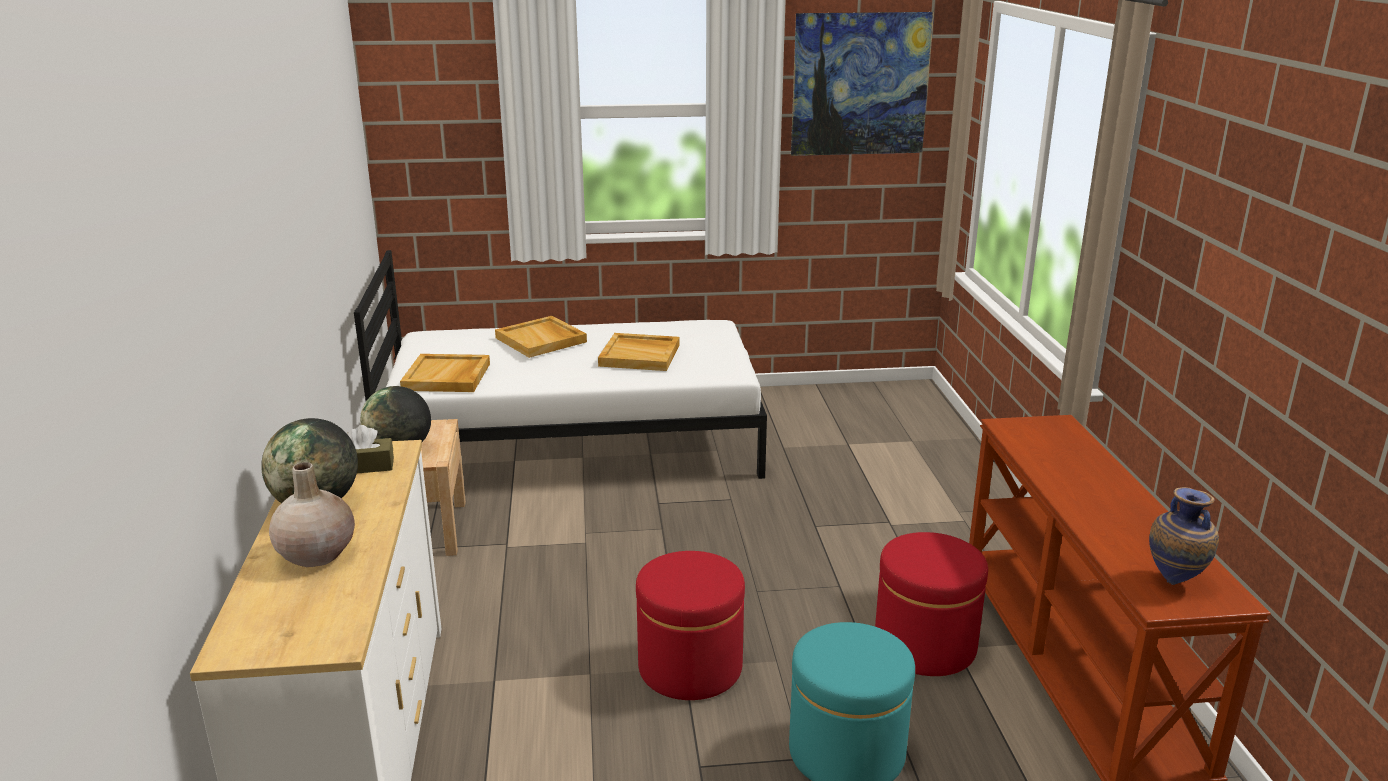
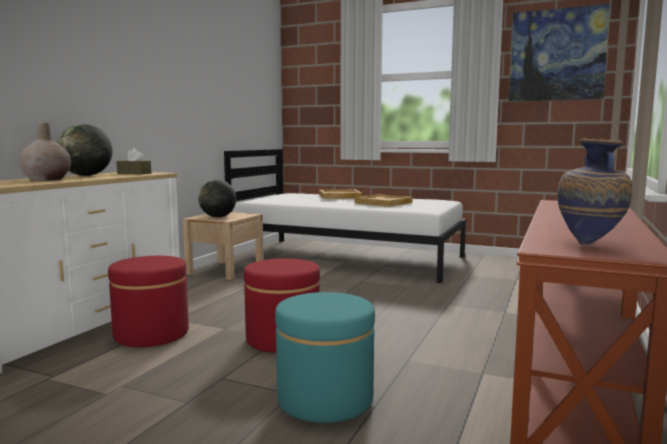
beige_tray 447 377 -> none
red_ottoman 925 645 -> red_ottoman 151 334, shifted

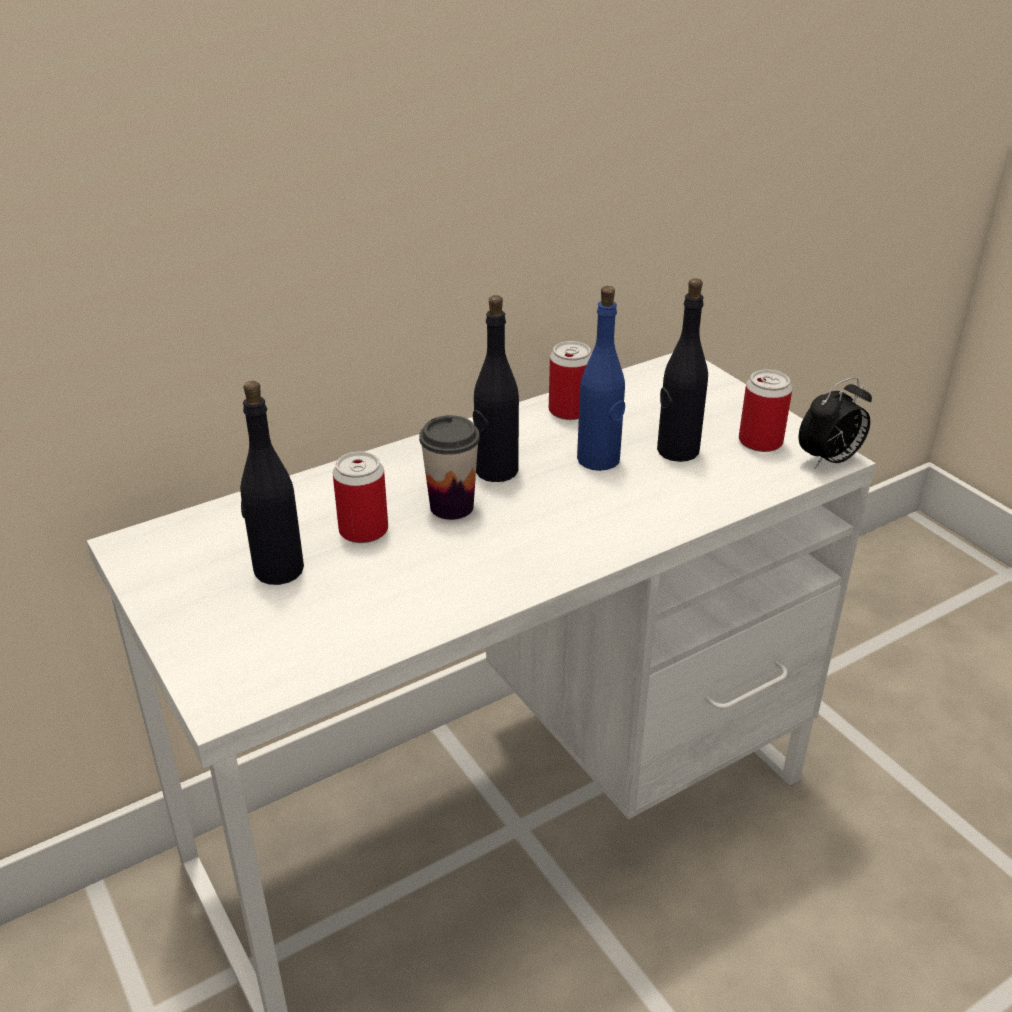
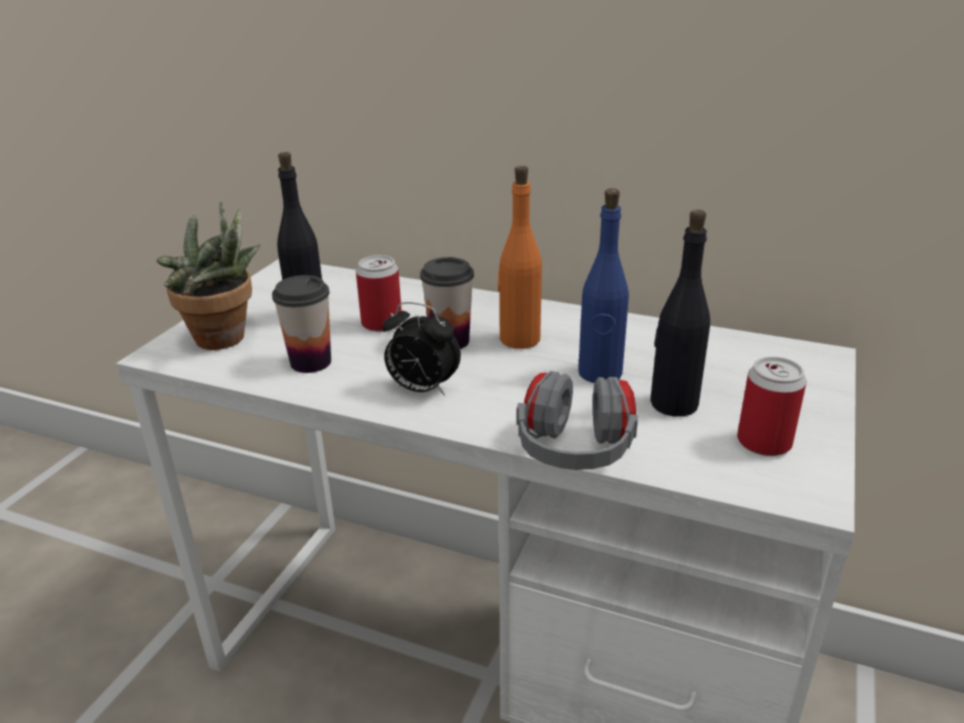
can 569 411 -> none
none -> potted_plant 227 340
none -> cup 311 362
none -> grey_headphones 575 454
alarm_clock 829 460 -> alarm_clock 422 389, shifted
black_bottle 496 471 -> orange_bottle 519 339

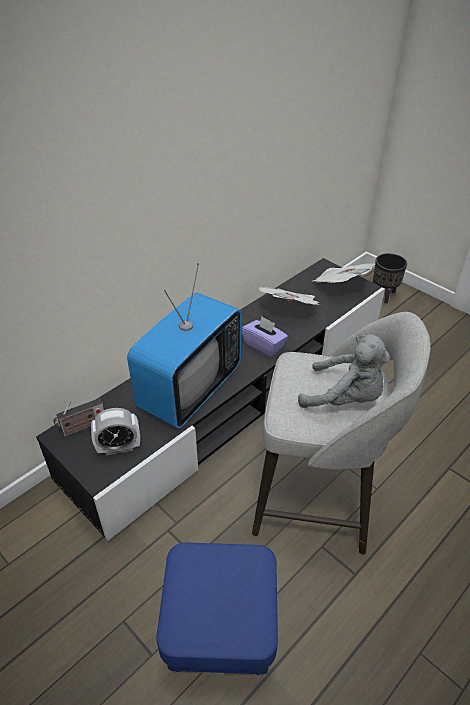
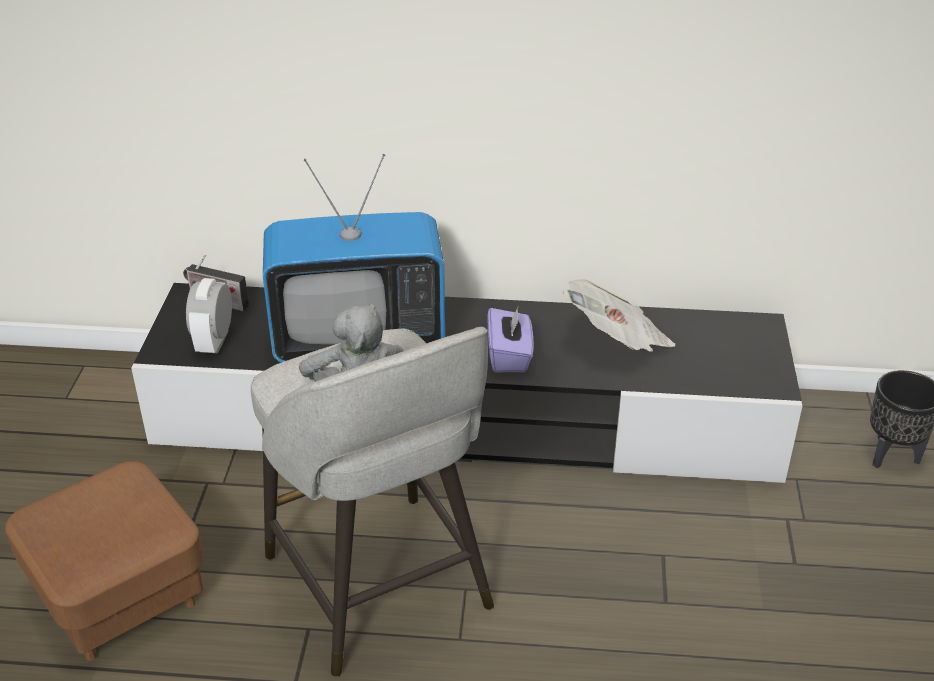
newspaper 340 285 -> none
blue_ottoman 220 627 -> brown_ottoman 119 596
alarm_clock 119 447 -> alarm_clock 214 341, 60 degrees clockwise

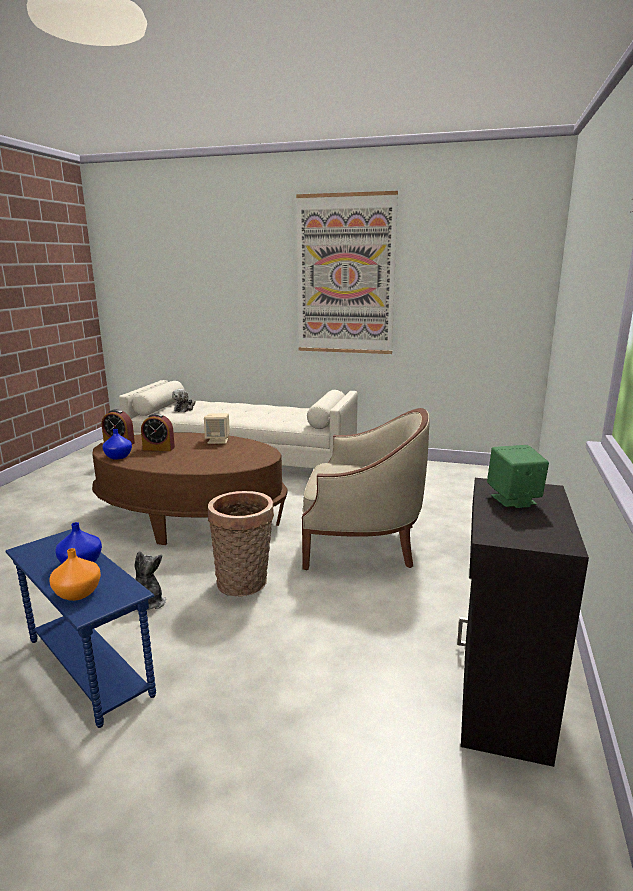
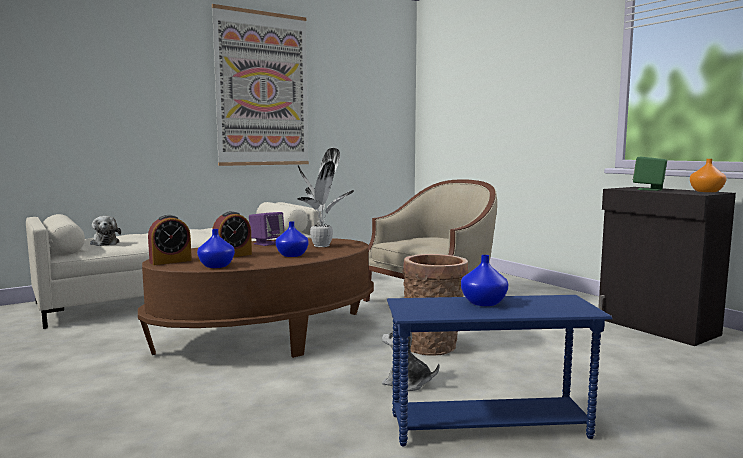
none -> blue_vase 292 255
none -> potted_plant 322 245
orange_vase 77 594 -> orange_vase 707 191, shifted
beige_speaker 218 441 -> purple_speaker 267 243

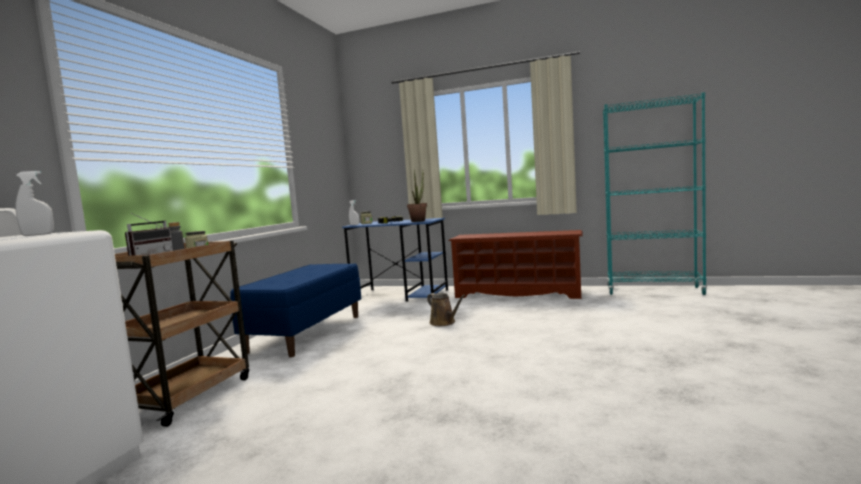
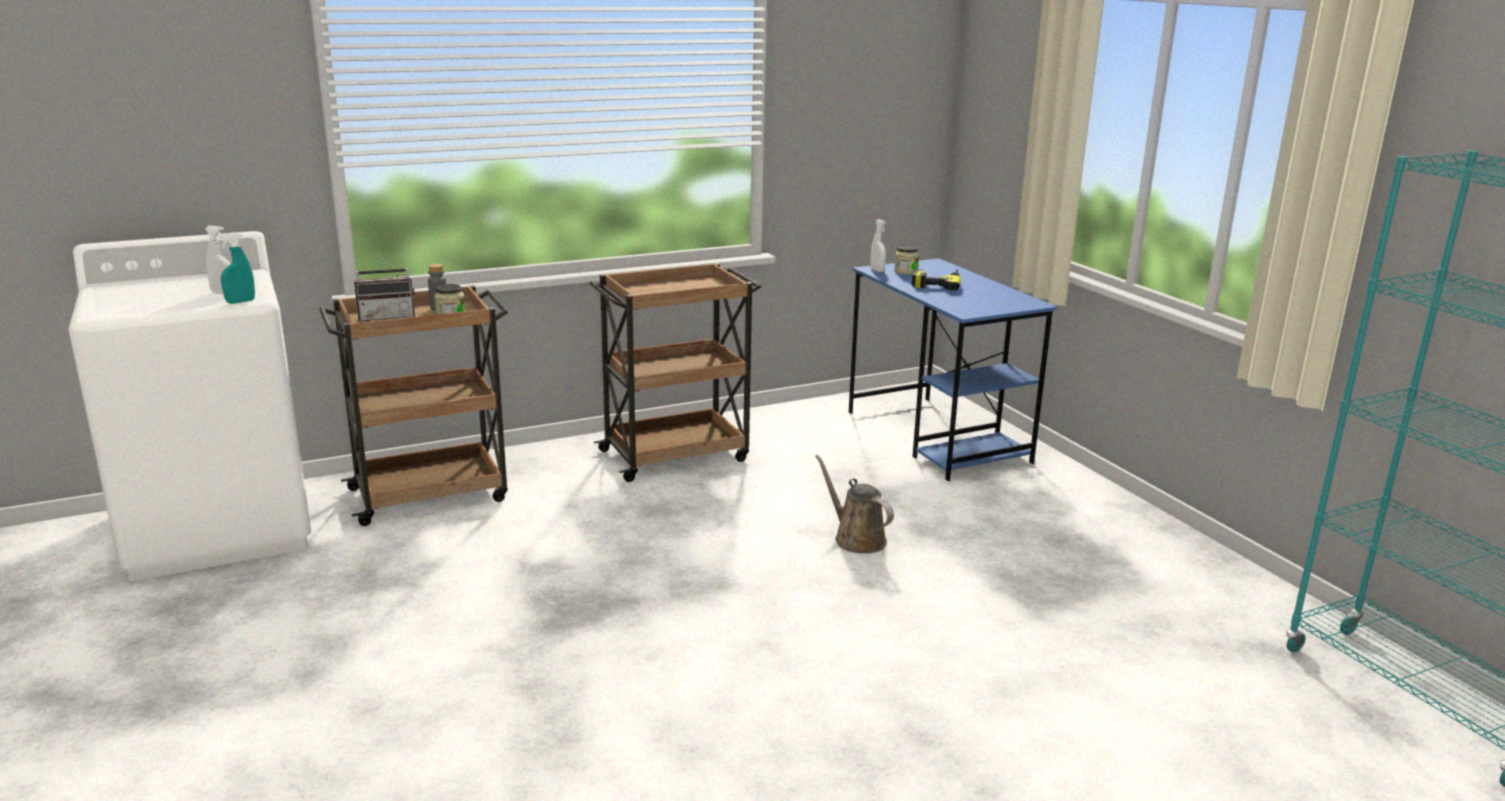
potted_plant 419 220 -> none
brown_shoe_rack 518 293 -> none
none -> turquoise_spray_bottle 240 301
blue_bench 306 333 -> brown_cart 676 455
brown_watering_can 444 323 -> brown_watering_can 856 538, 135 degrees clockwise

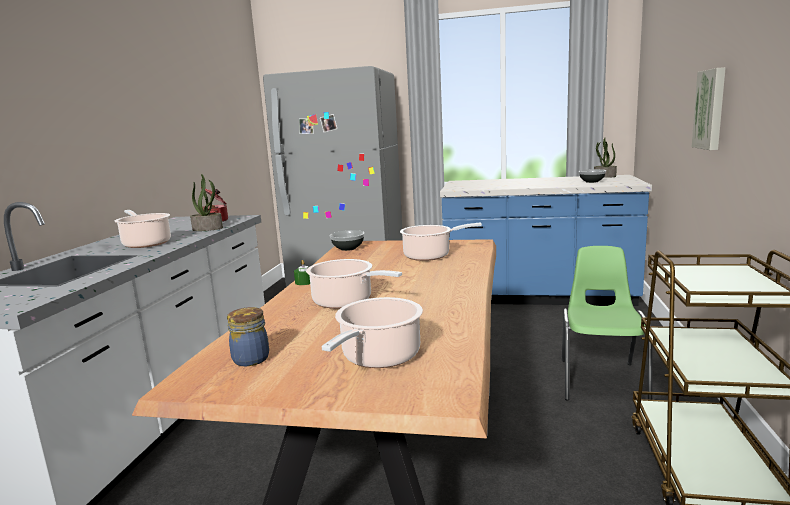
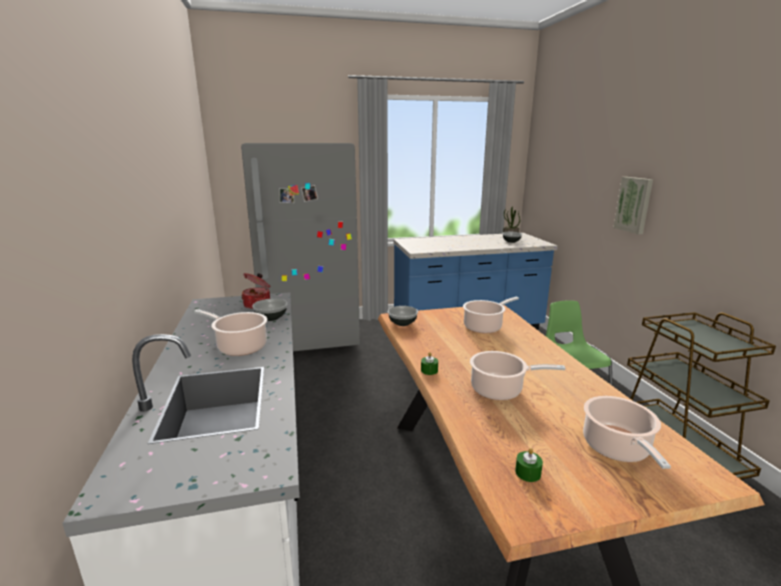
potted_plant 208 229 -> bowl 271 317
jar 249 359 -> green_candle 528 473

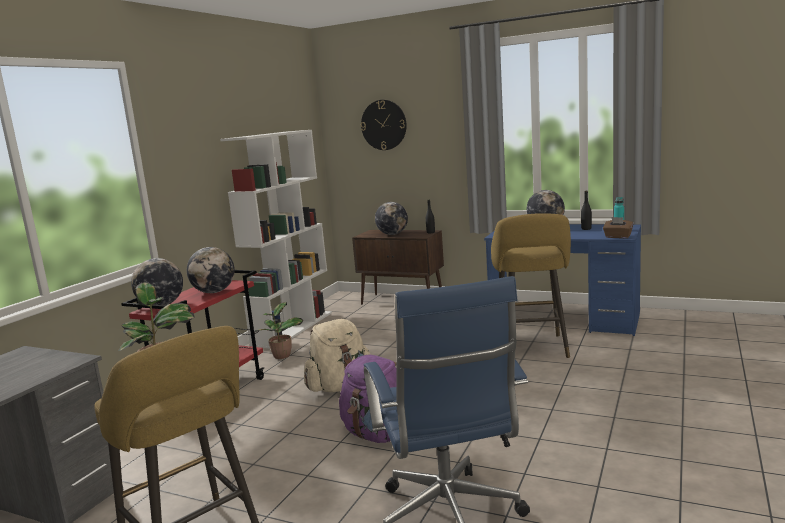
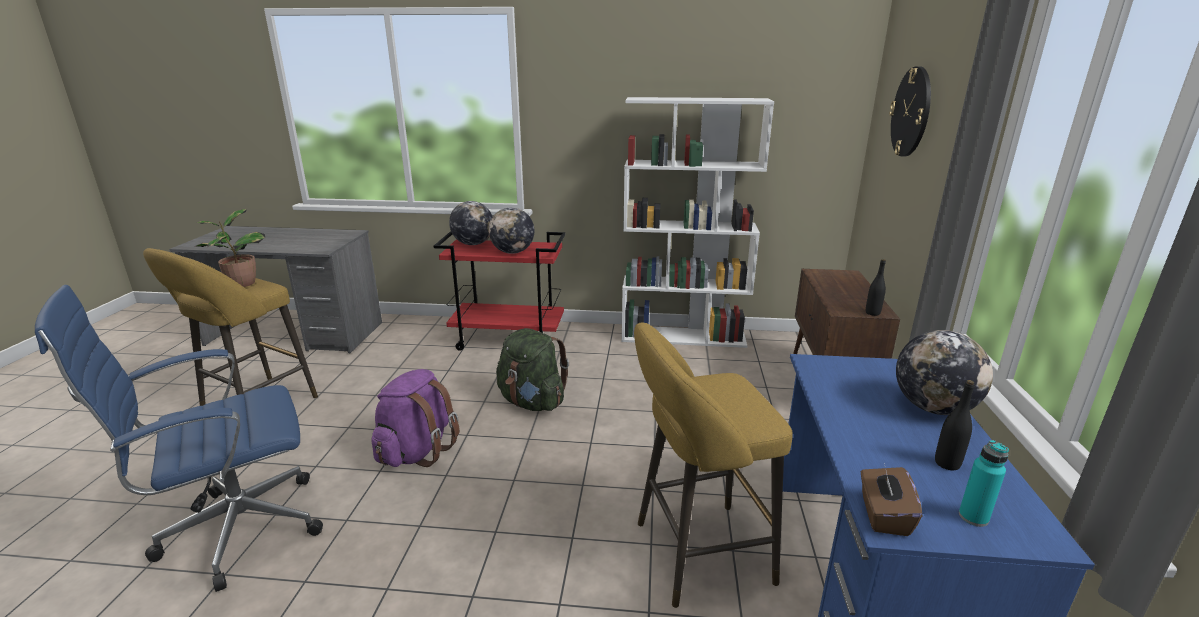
potted_plant 281 356 -> none
globe 392 234 -> none
beige_backpack 340 386 -> green_backpack 532 402

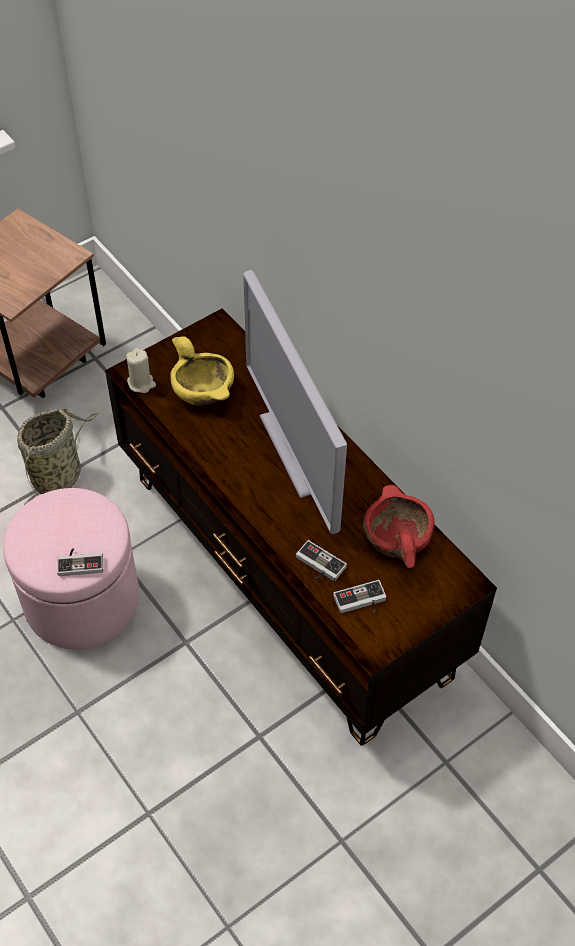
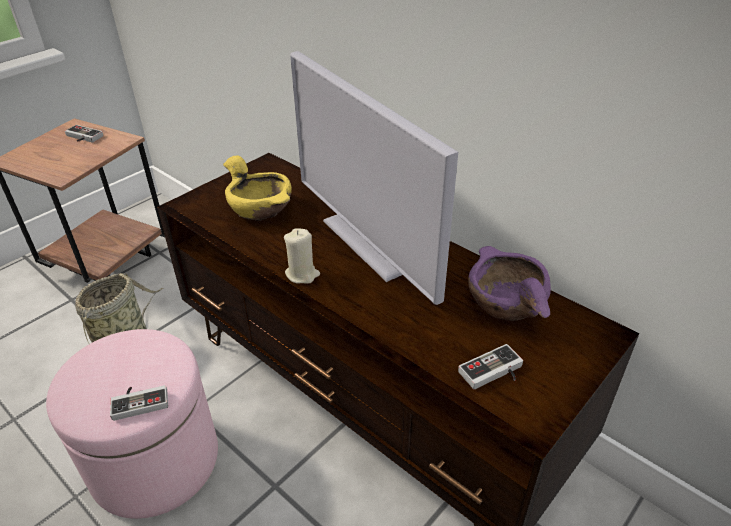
beige_candle 141 383 -> beige_candle 302 274, shifted
game_controller 318 566 -> game_controller 82 137, shifted
red_bowl 396 538 -> purple_bowl 505 302

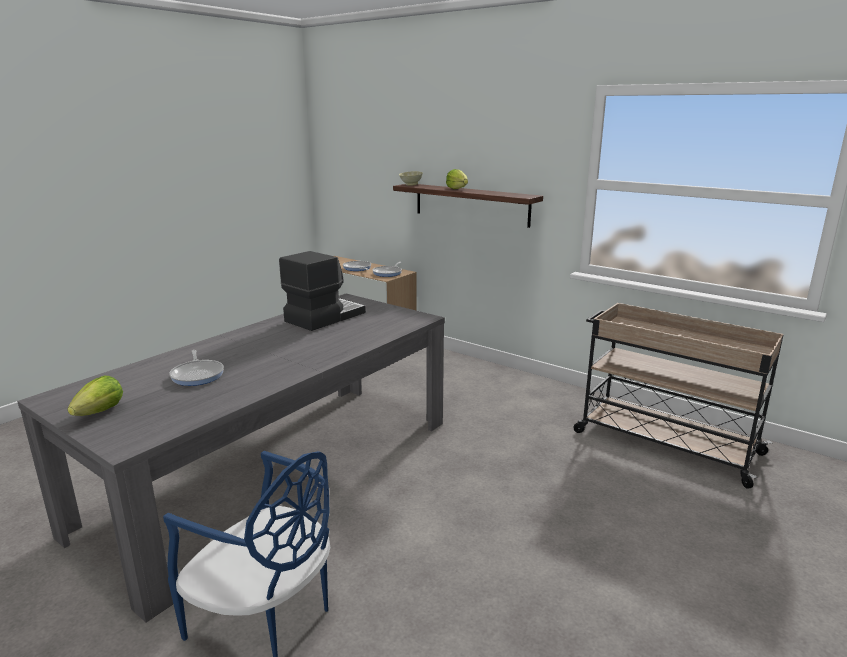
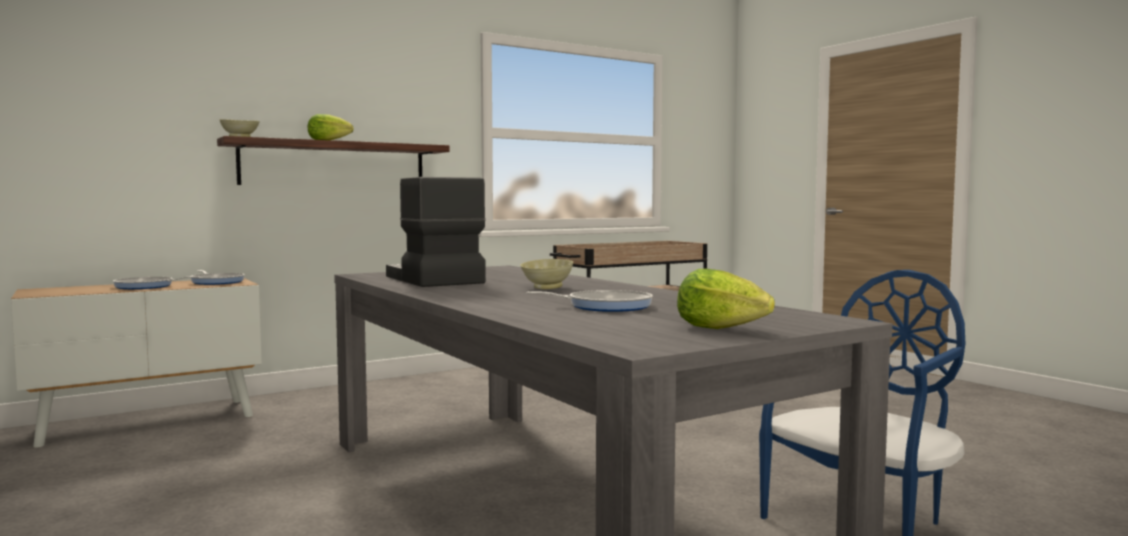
none -> beige_bowl 546 288

